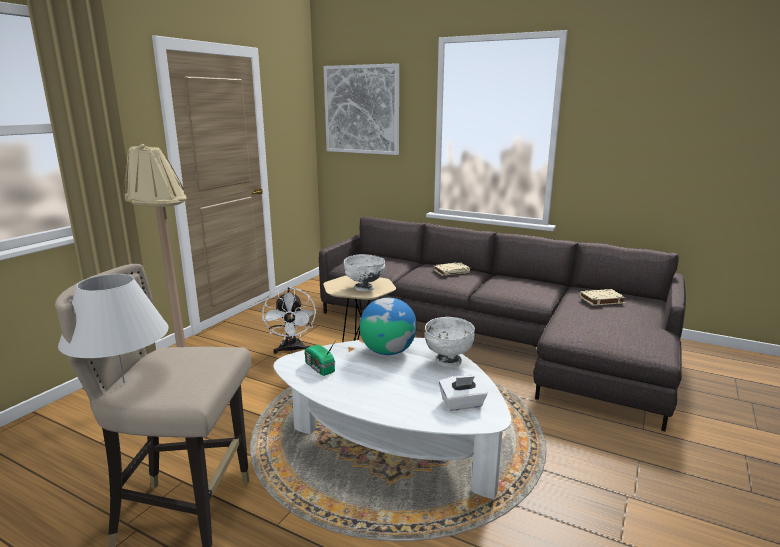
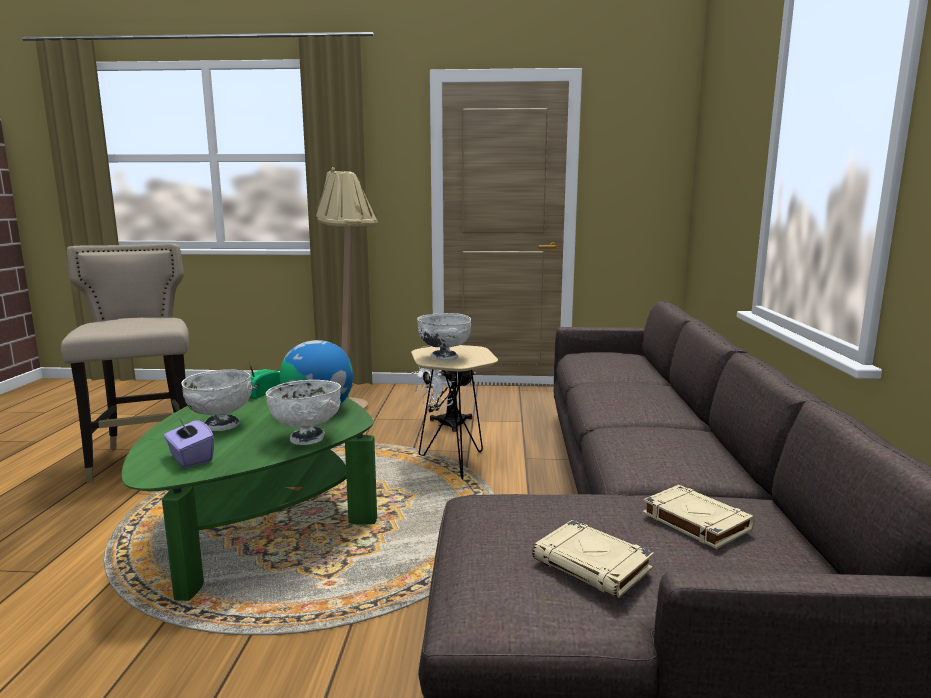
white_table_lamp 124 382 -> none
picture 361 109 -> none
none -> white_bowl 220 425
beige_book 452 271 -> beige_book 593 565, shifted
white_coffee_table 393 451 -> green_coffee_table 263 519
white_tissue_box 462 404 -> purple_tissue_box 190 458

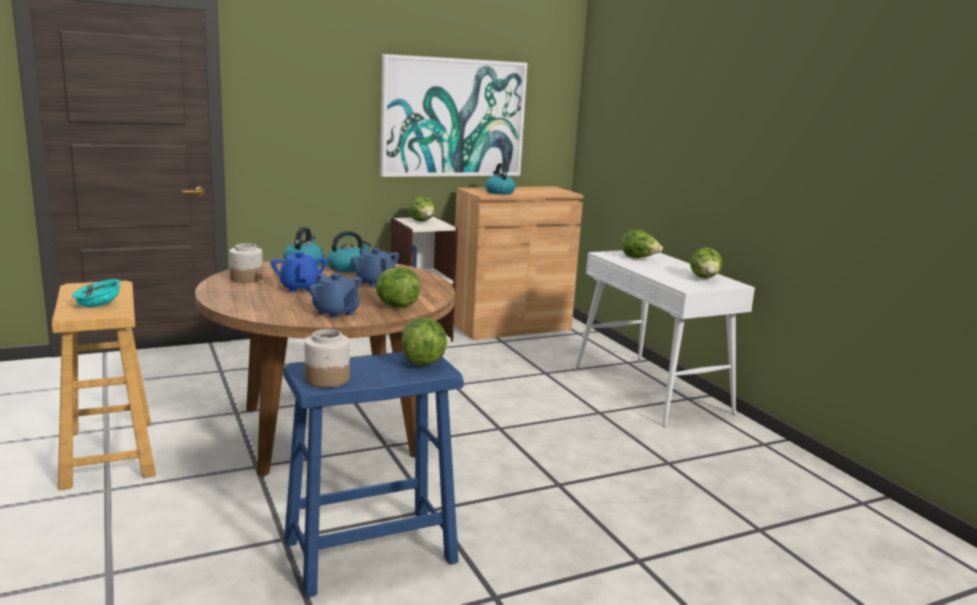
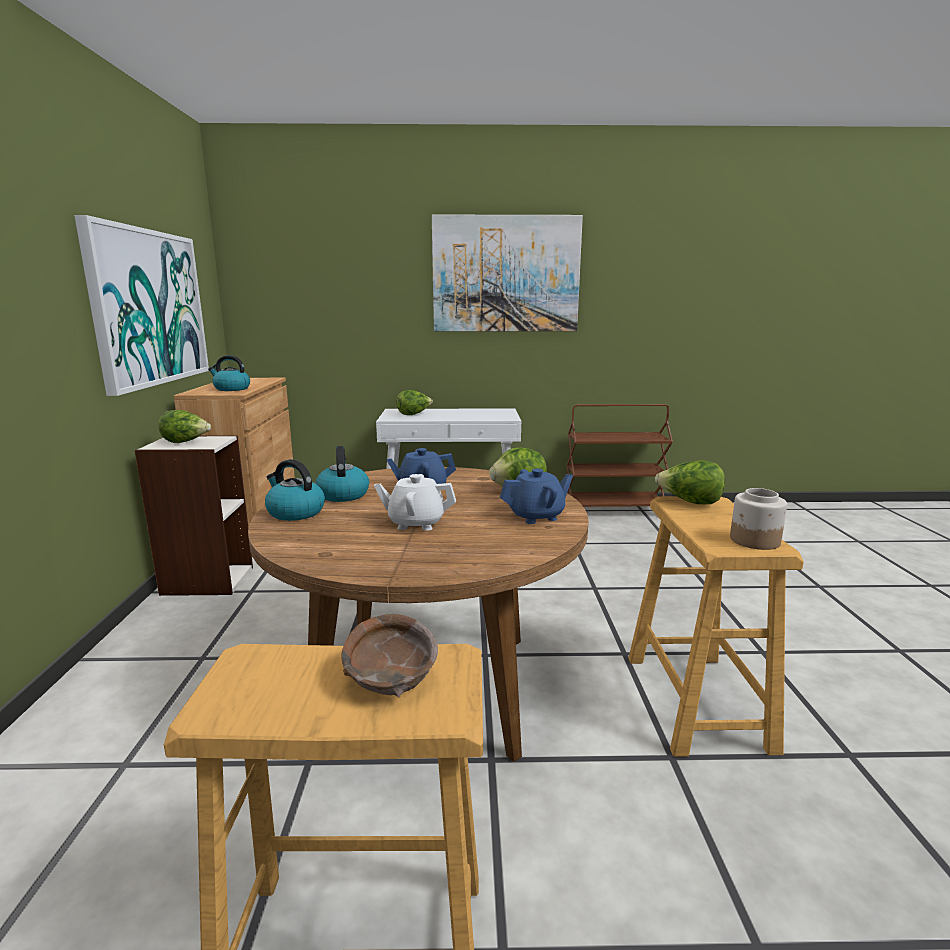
jar 246 279 -> none
lettuce 705 279 -> none
none -> picture 506 274
none -> brown_cart 613 510
turquoise_bowl 98 305 -> brown_bowl 390 678
blue_teapot 300 288 -> white_teapot 416 523
blue_stool 369 551 -> beige_stool 696 702

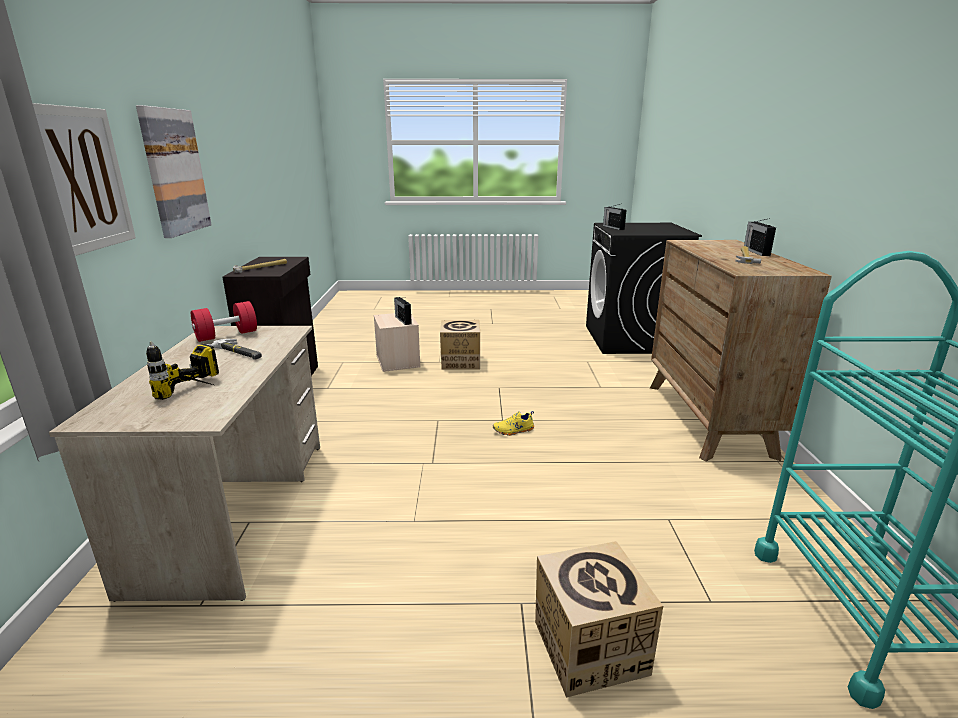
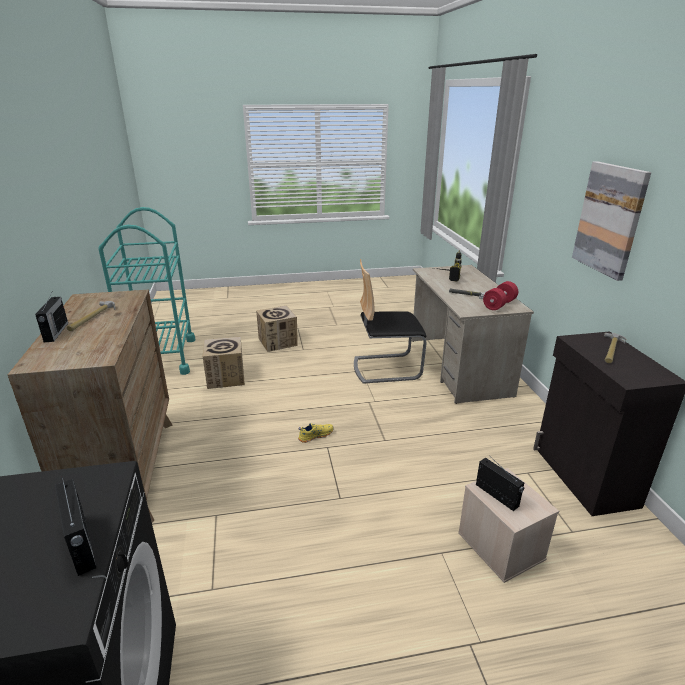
picture 83 179 -> none
none -> chair 386 368
cardboard_box 460 362 -> cardboard_box 226 377, shifted

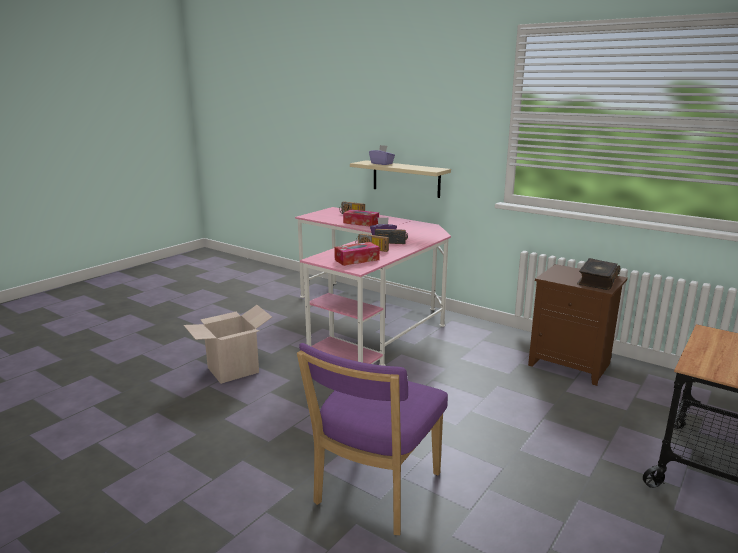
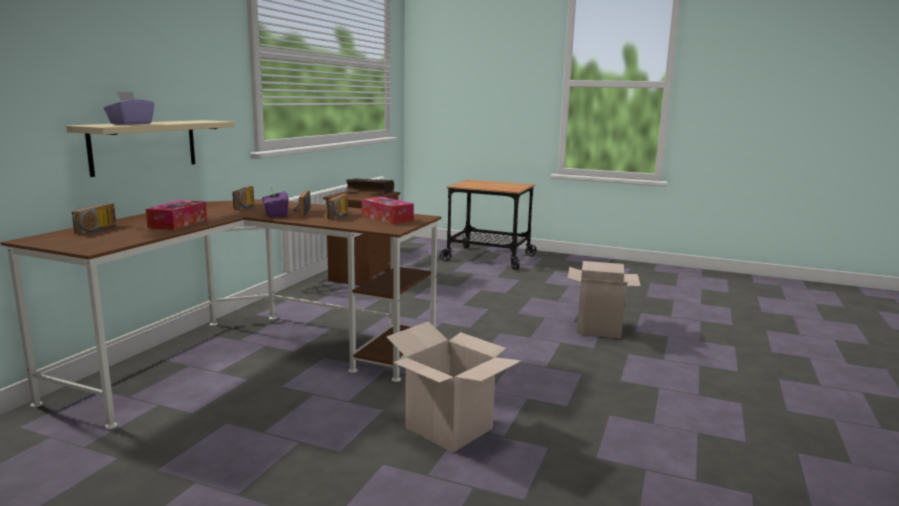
none -> radio 247 207
purple_chair 374 492 -> cardboard_box 598 328
pink_desk 371 320 -> brown_desk 252 356

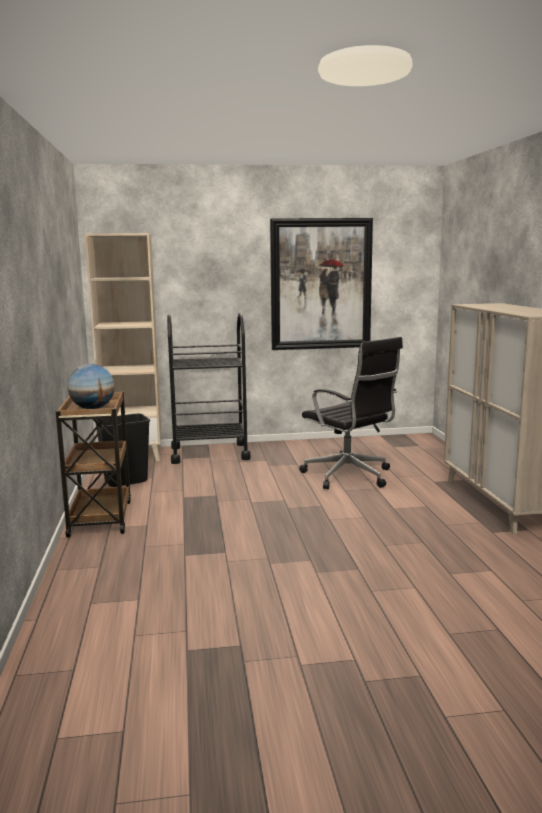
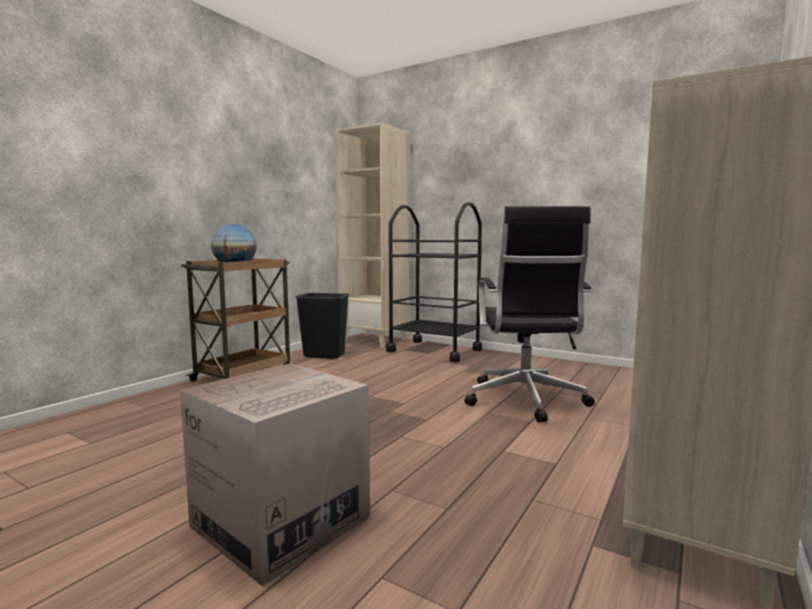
picture 320 284 -> none
none -> cardboard_box 281 522

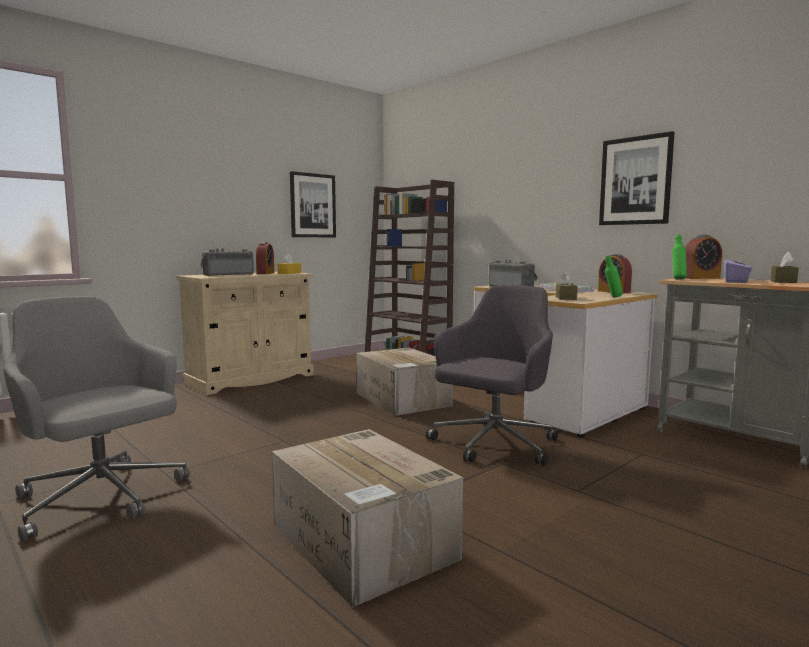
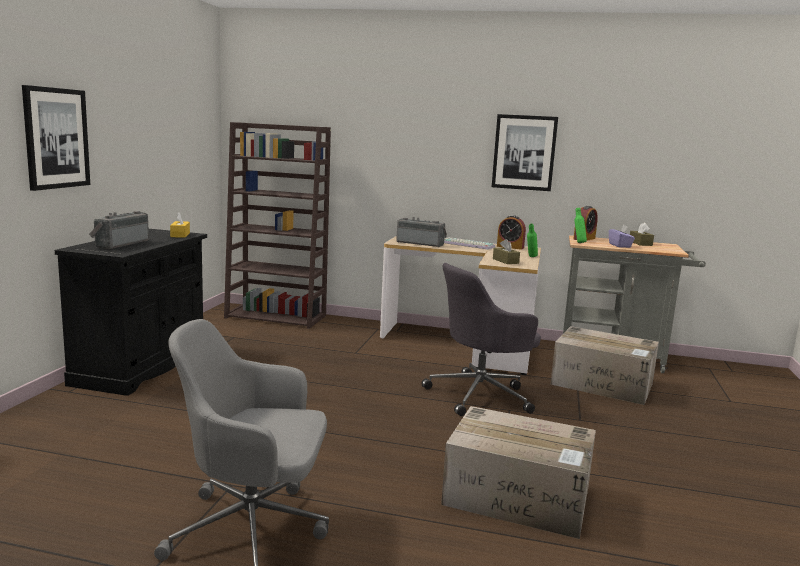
alarm_clock 265 273 -> none
picture 312 205 -> picture 56 138, shifted
cardboard_box 403 399 -> cardboard_box 603 384, shifted
beige_cabinet 251 379 -> black_cabinet 142 365
grey_office_chair 493 444 -> grey_office_chair 481 395, 120 degrees counterclockwise

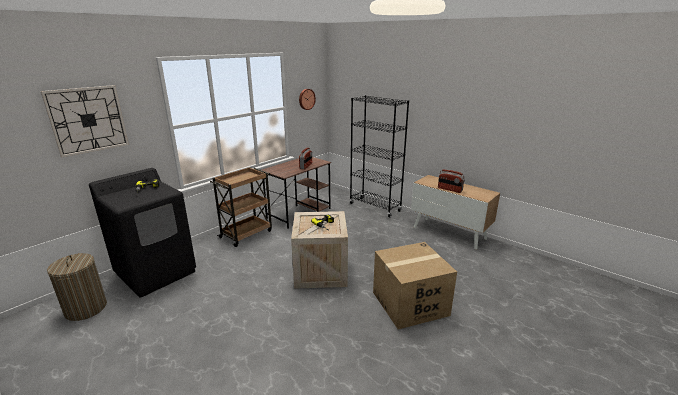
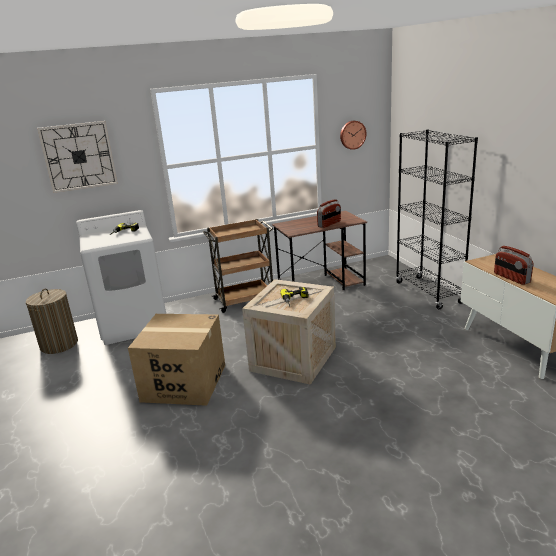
cardboard_box 410 304 -> cardboard_box 184 383, shifted
black_washing_machine 156 272 -> white_washing_machine 133 324

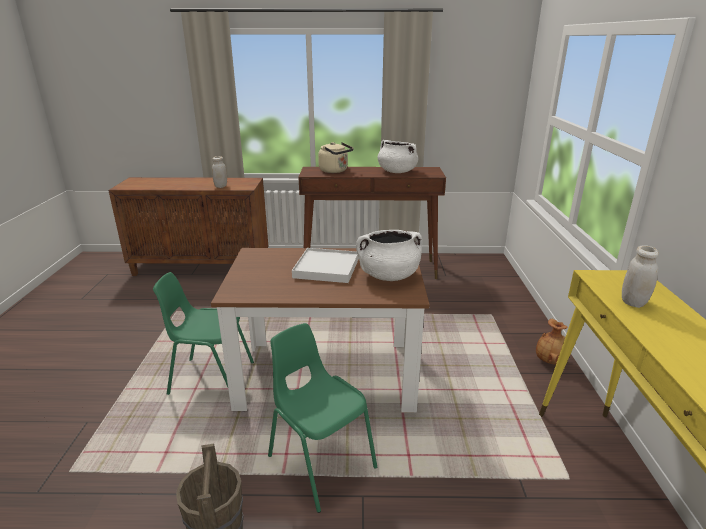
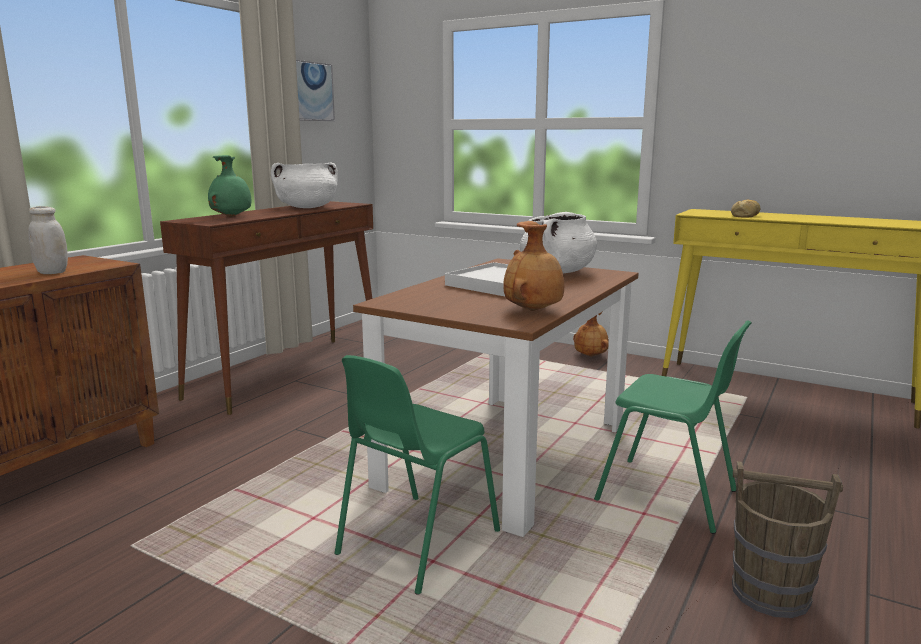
none -> picture 311 91
none -> brown_vase 534 310
beige_kettle 335 171 -> green_vase 232 217
white_jar 633 302 -> bread 745 215
green_chair 320 461 -> green_chair 668 496, 135 degrees counterclockwise

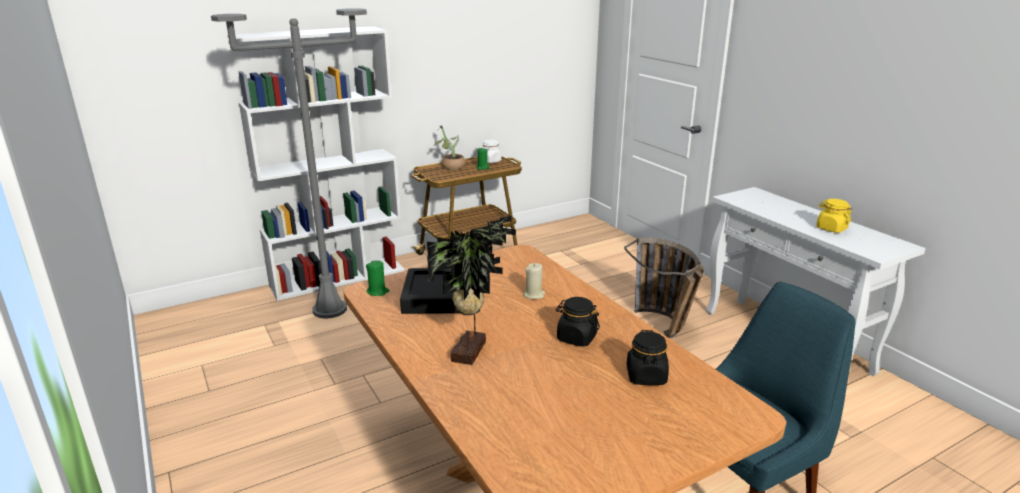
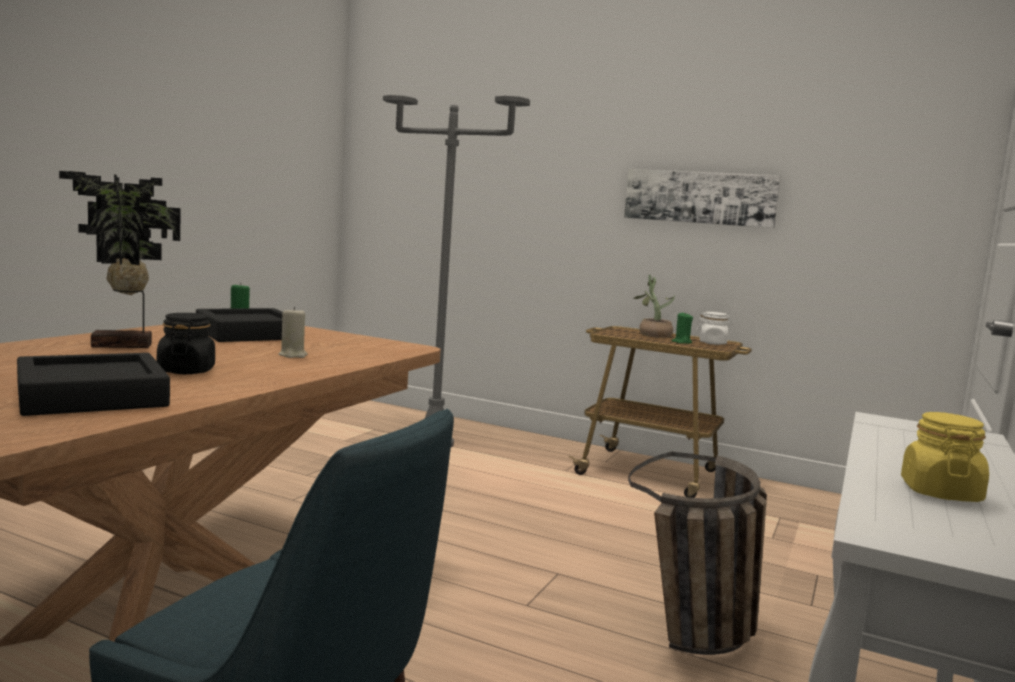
white_bookcase 338 277 -> none
none -> picture 699 197
black_jar 646 376 -> black_tray 92 396

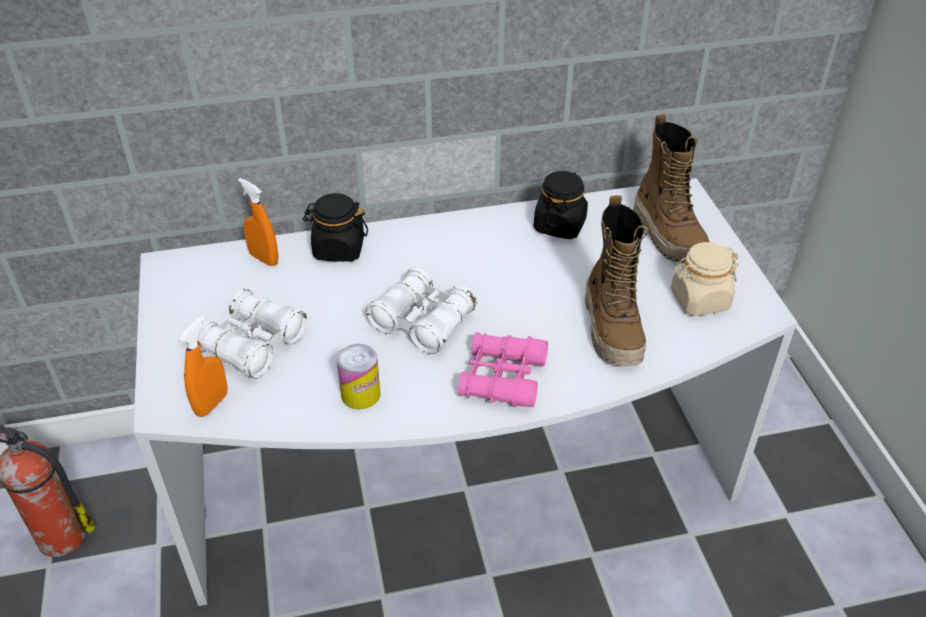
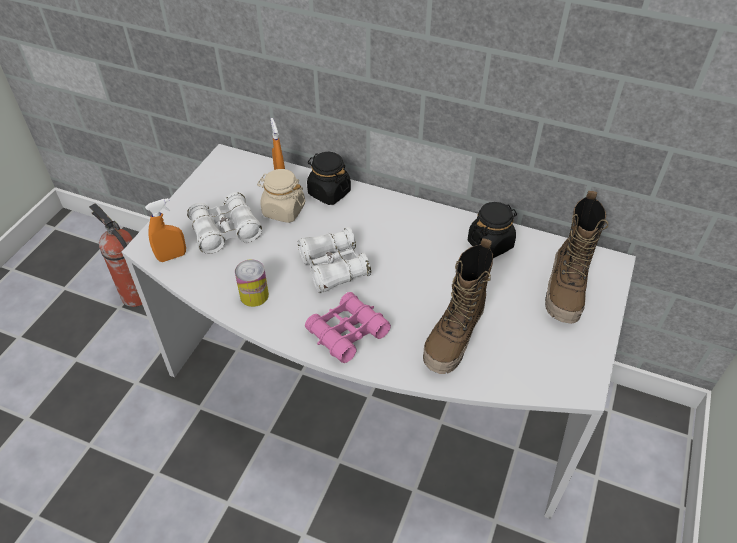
beige_jar 699 300 -> beige_jar 283 210, shifted

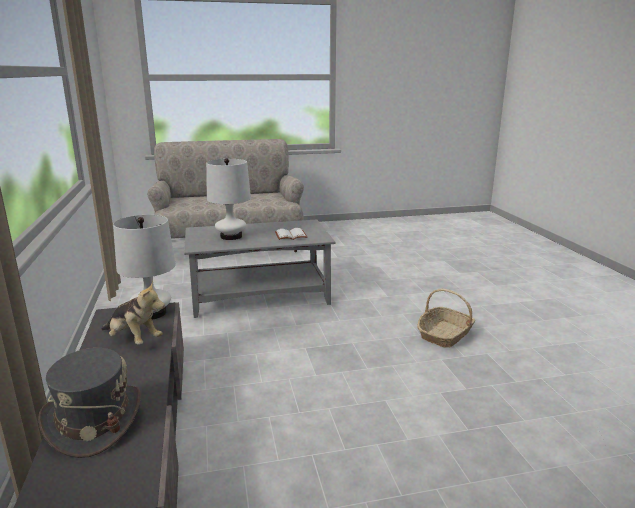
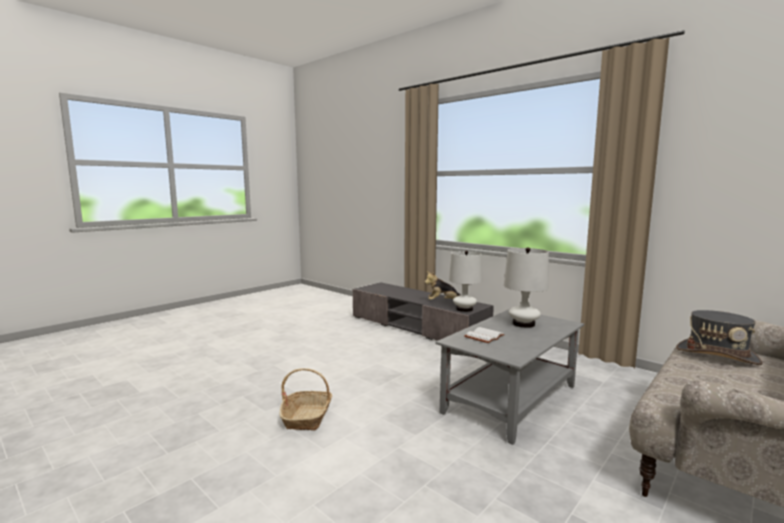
grey_hat 94 421 -> grey_hat 717 355, shifted

